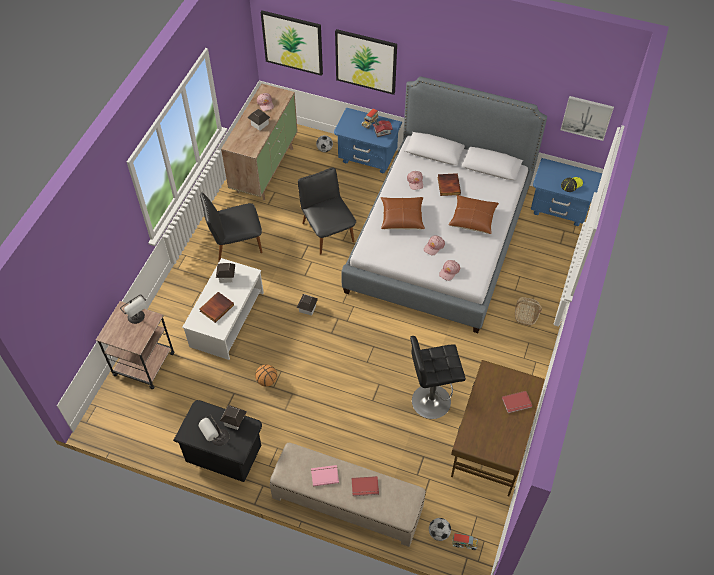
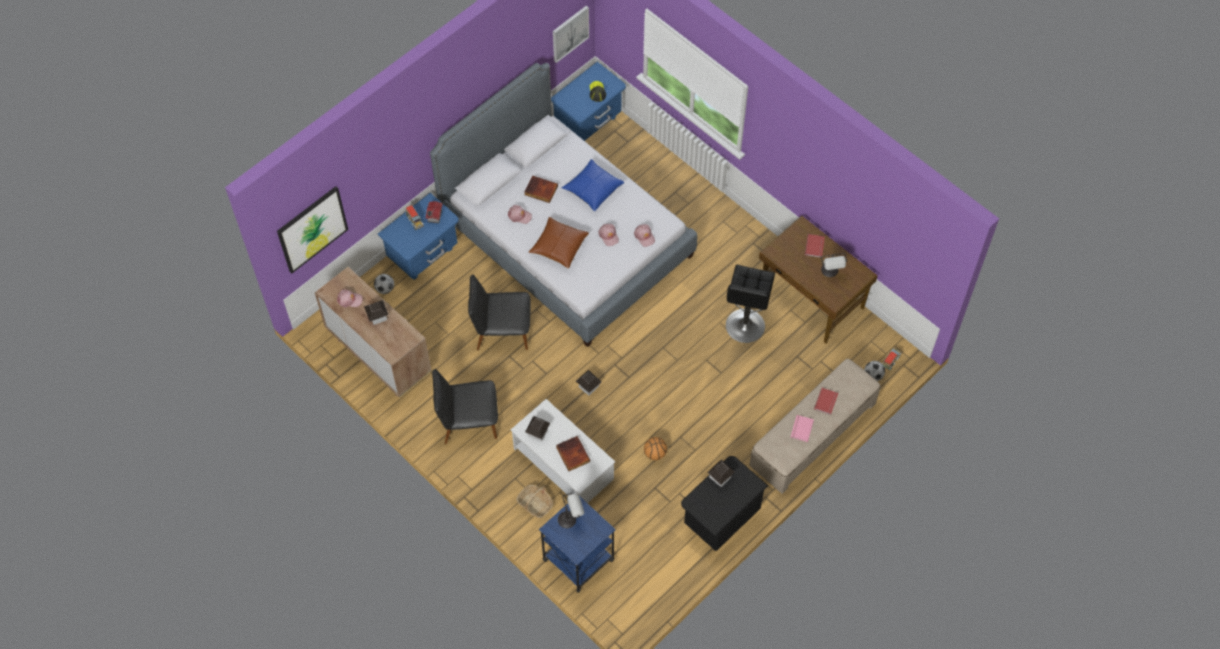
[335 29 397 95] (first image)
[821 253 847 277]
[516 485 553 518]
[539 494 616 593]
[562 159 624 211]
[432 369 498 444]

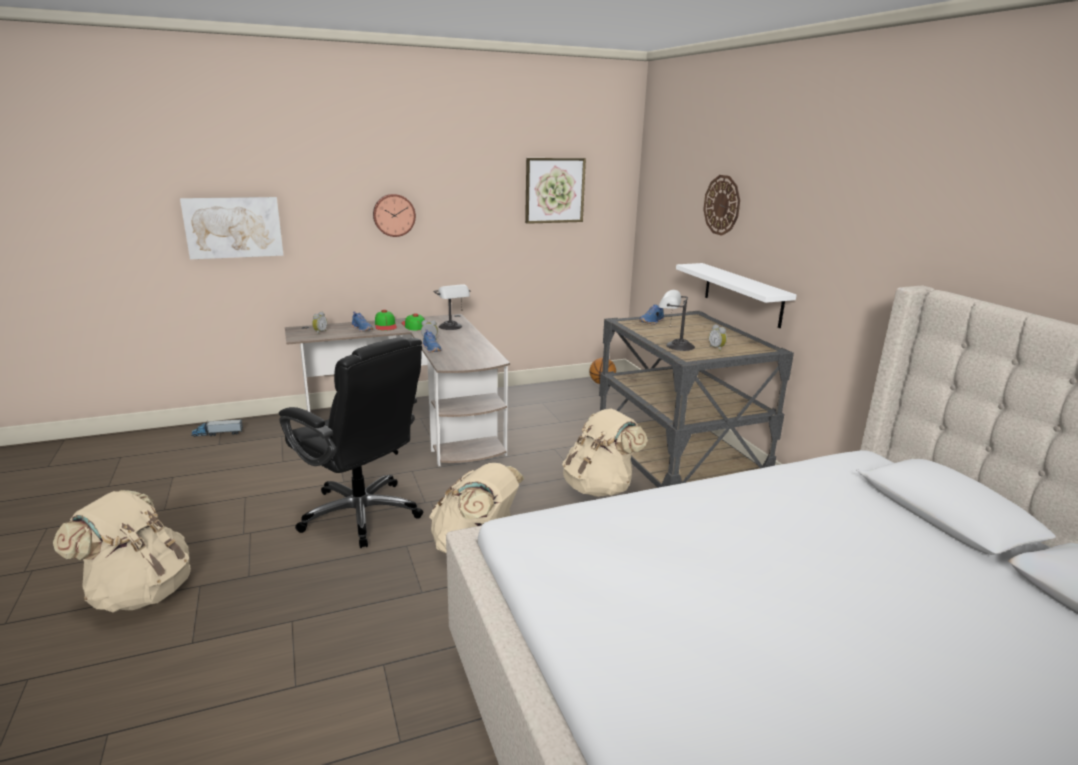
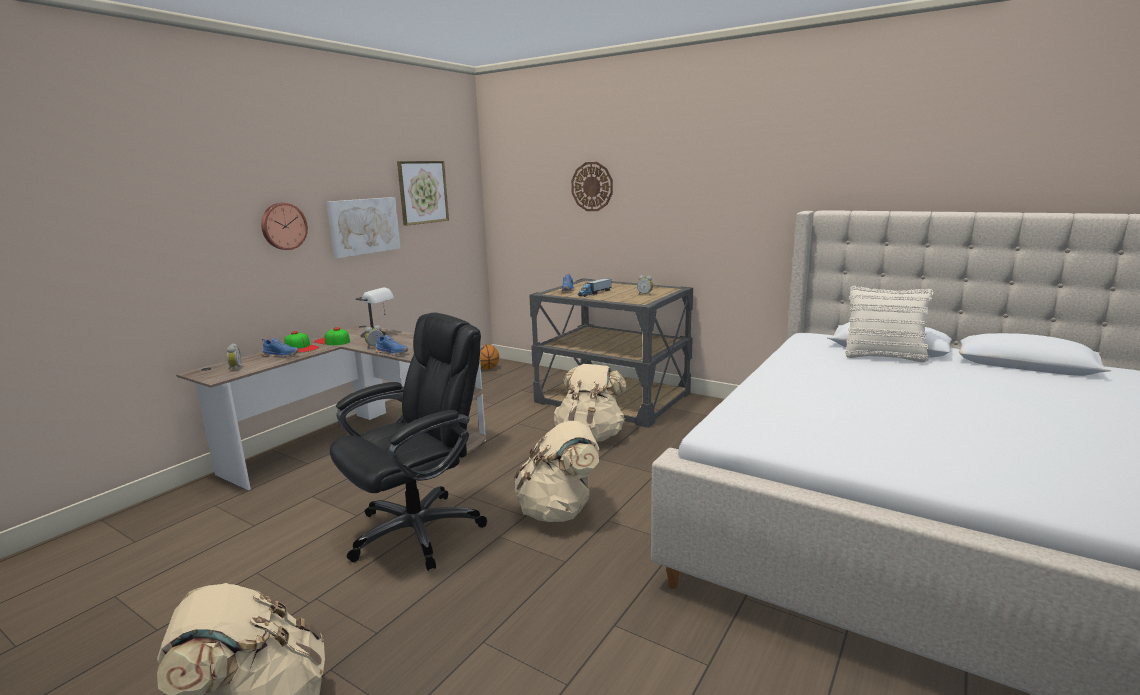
[658 290 695 351] (first image)
[676 263 797 328] (first image)
[846 286 933 362]
[326 197 401 258]
[578 278 611 297]
[330 312 487 571]

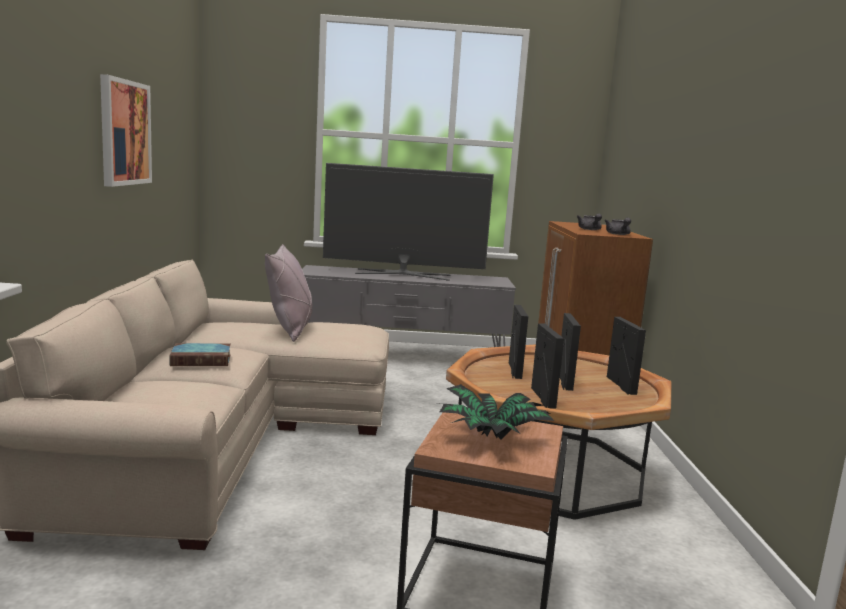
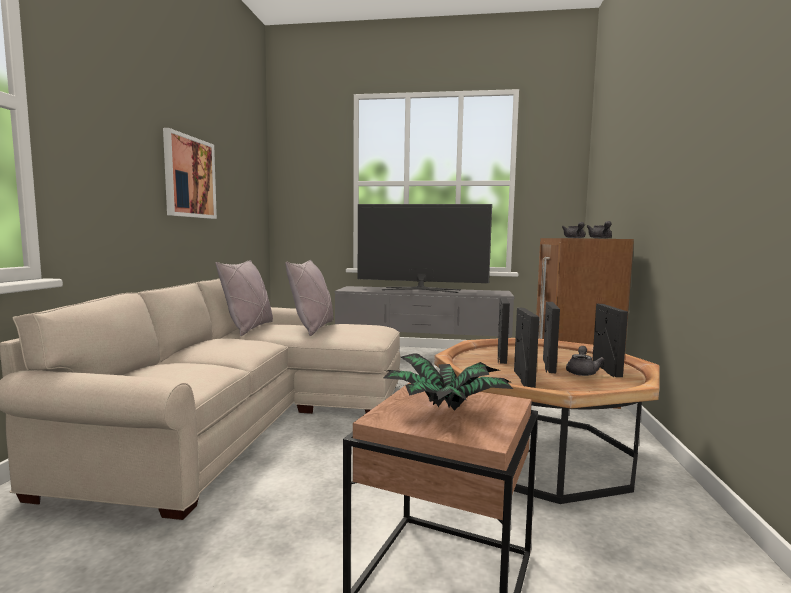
[169 343 231 366] (first image)
[216 260 273 336]
[566 346 604 376]

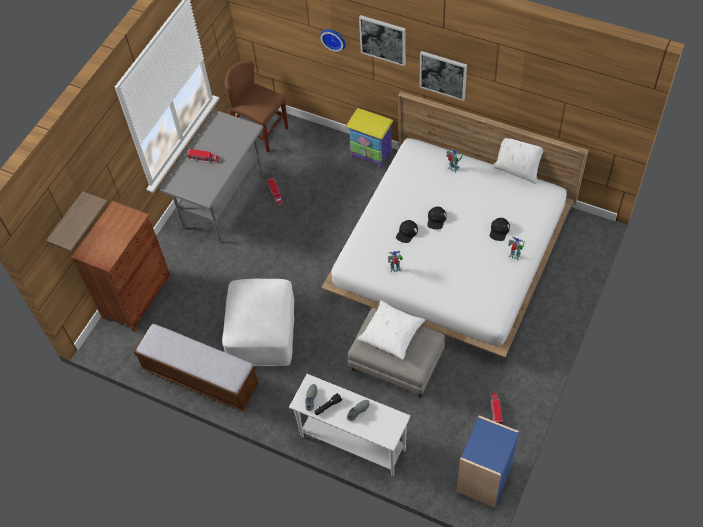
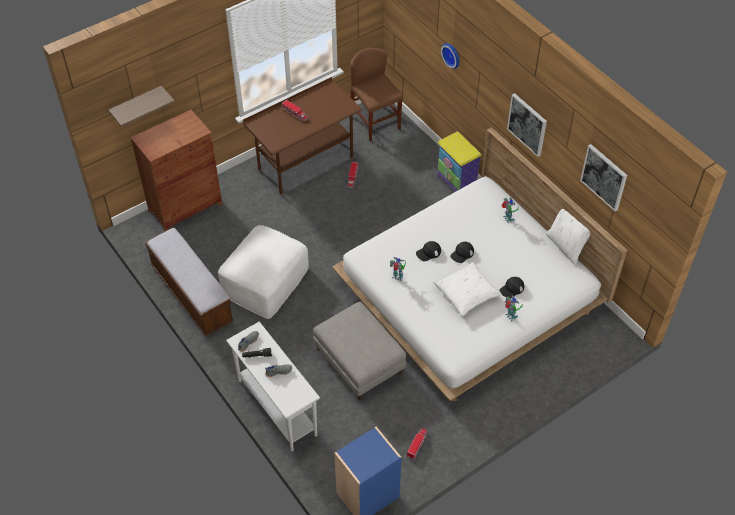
[433 262 502 316]
[580 144 627 211]
[243 77 362 195]

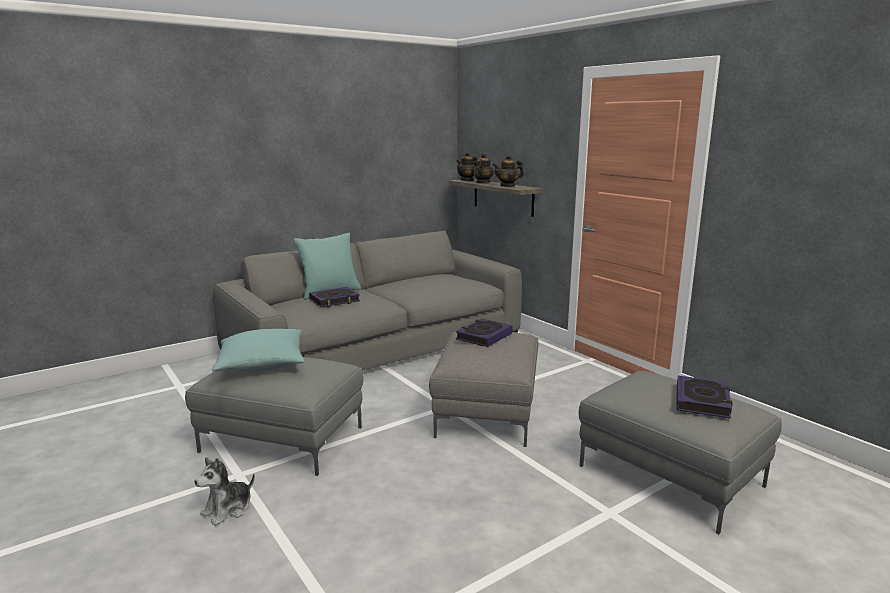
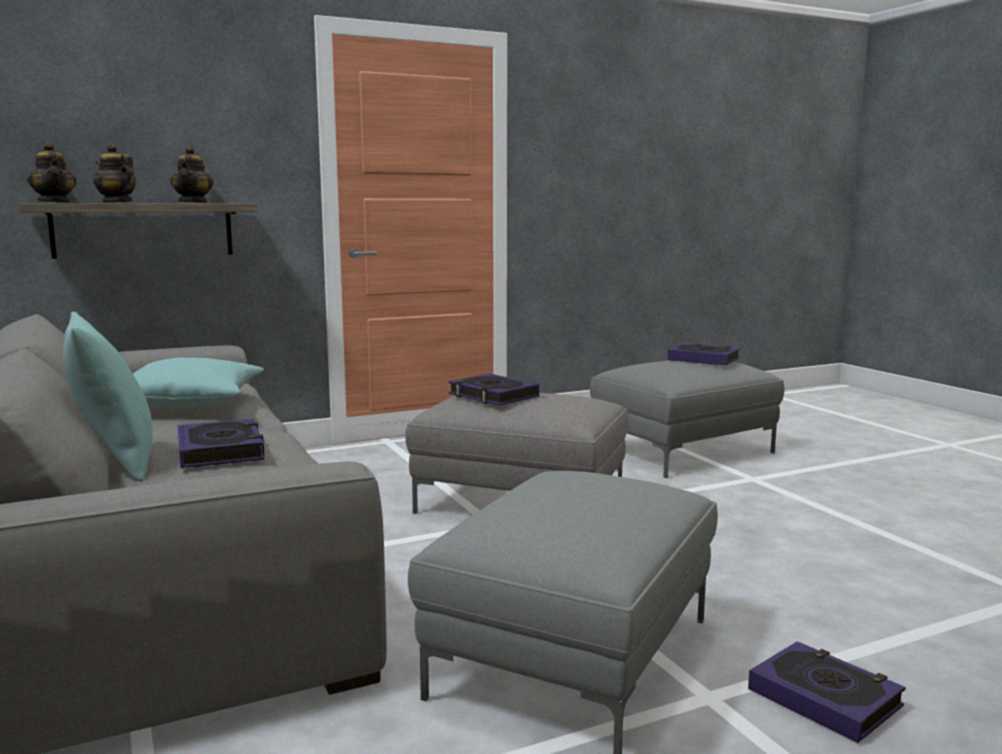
[133 358 264 408]
[748 641 906 743]

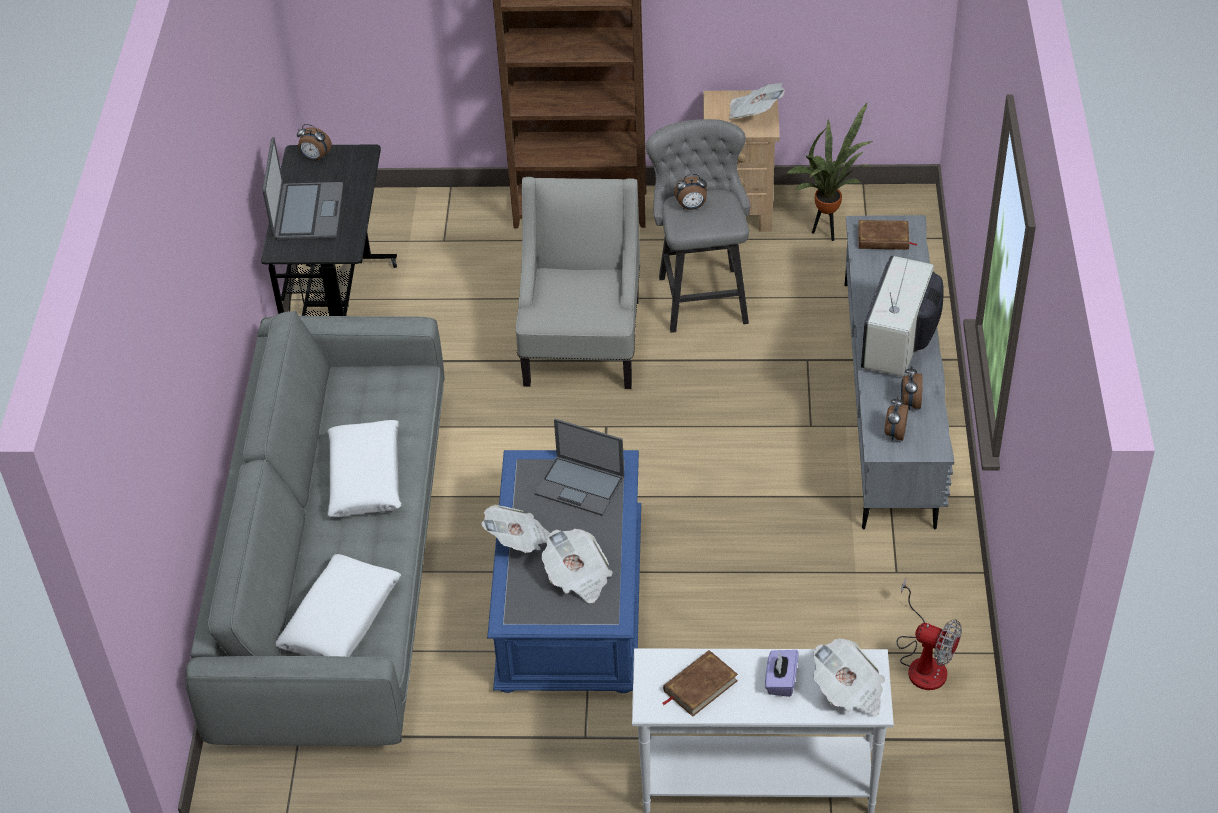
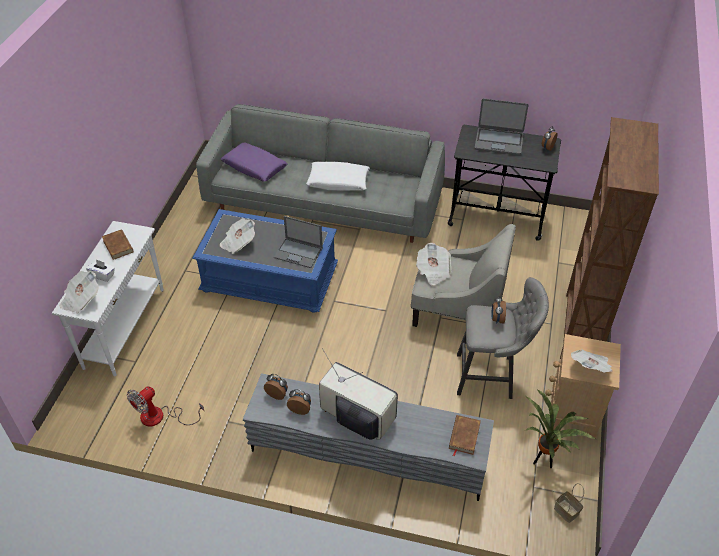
[554 483 584 523]
[416 243 451 286]
[221 142 288 182]
[86 259 115 282]
[274 216 323 268]

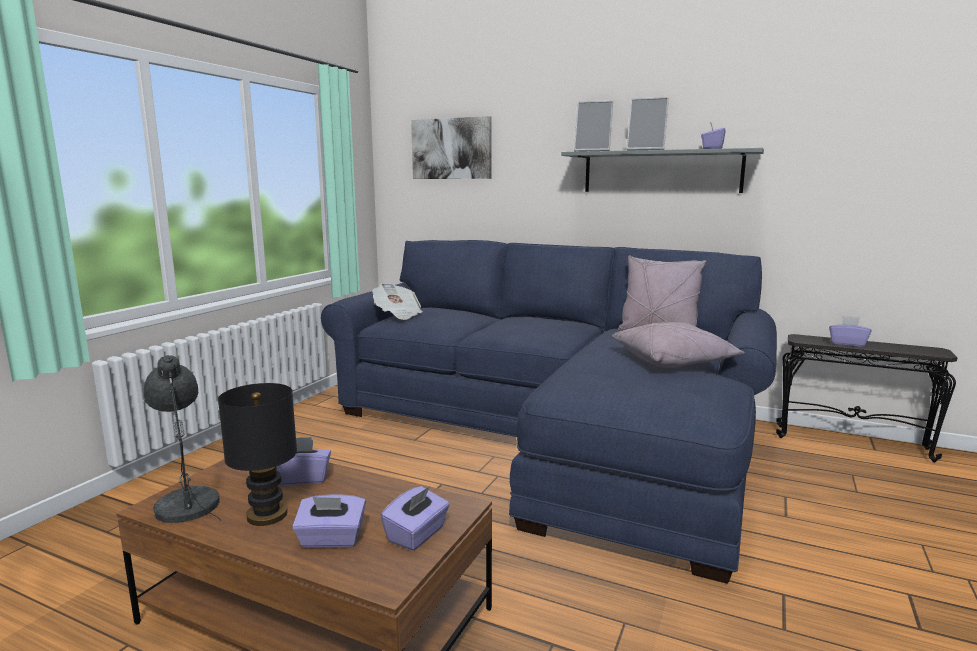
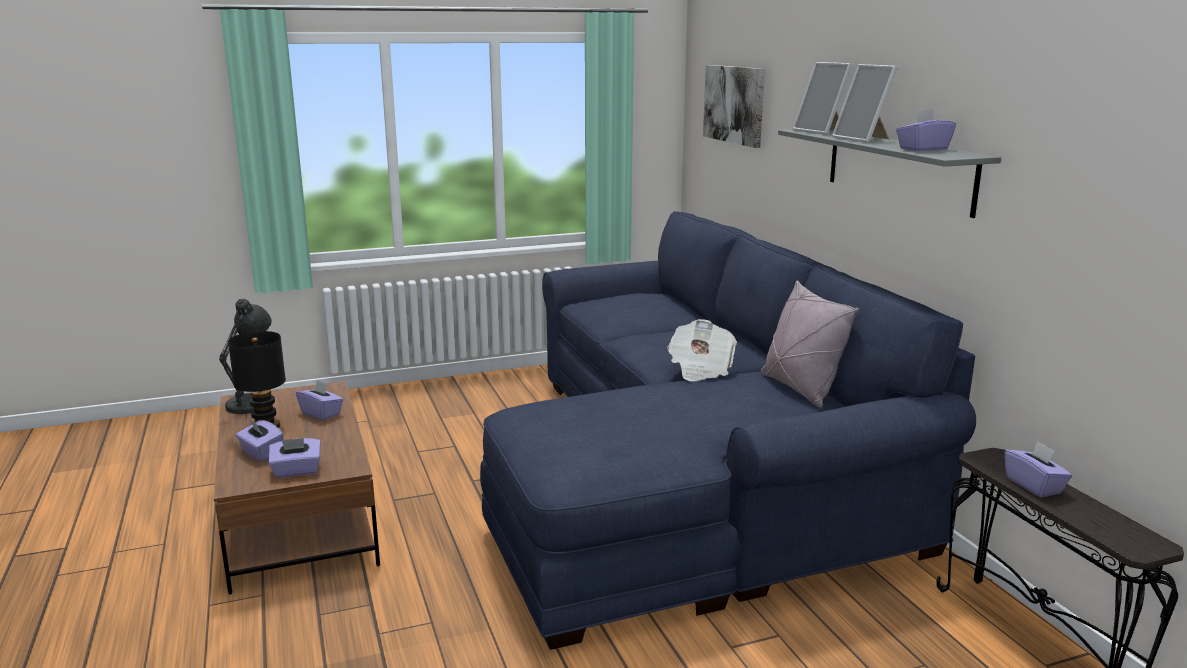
[612 322 745 368] (first image)
[667 319 737 381]

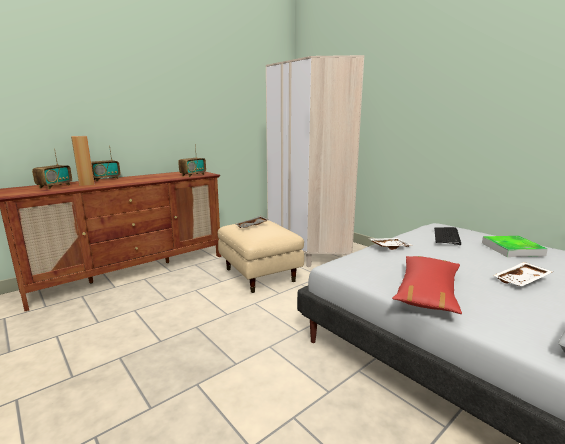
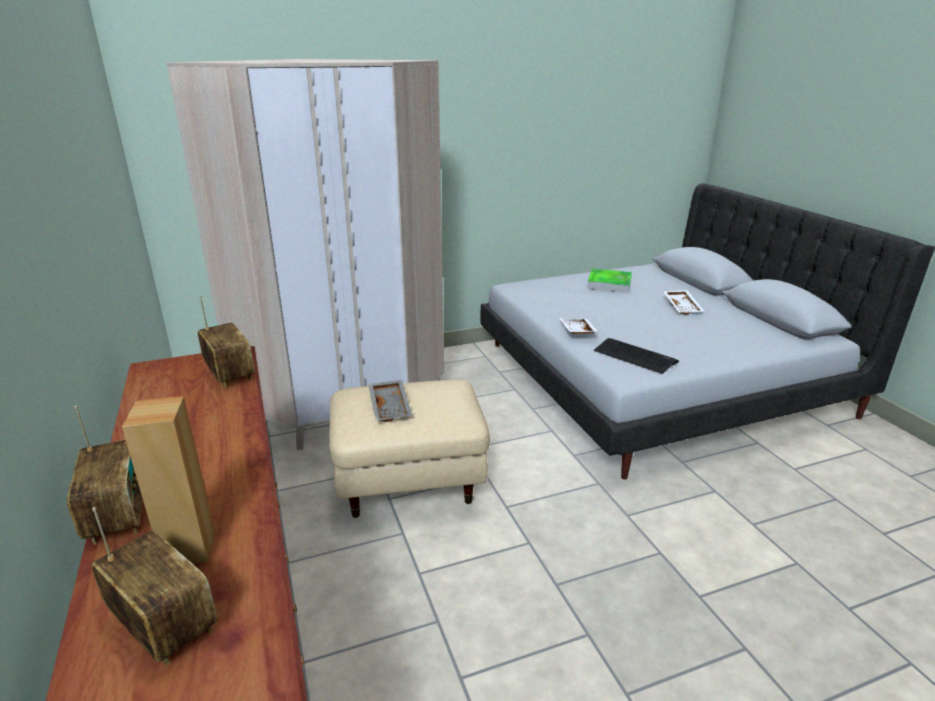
[392 256 462 314] (first image)
[594 338 679 374]

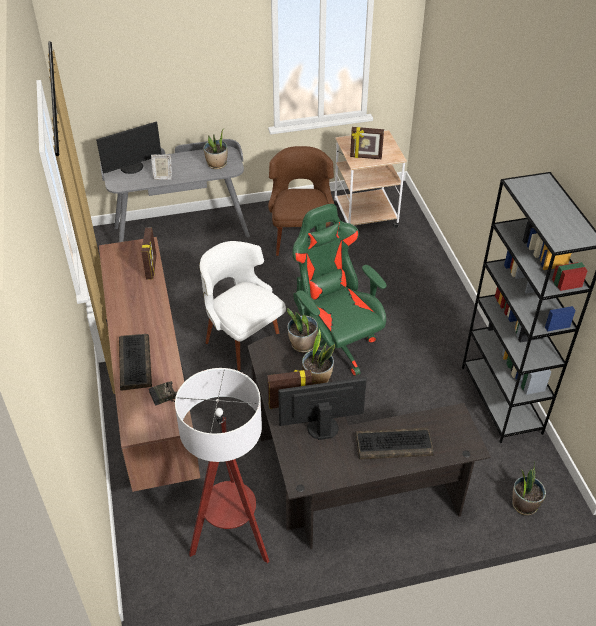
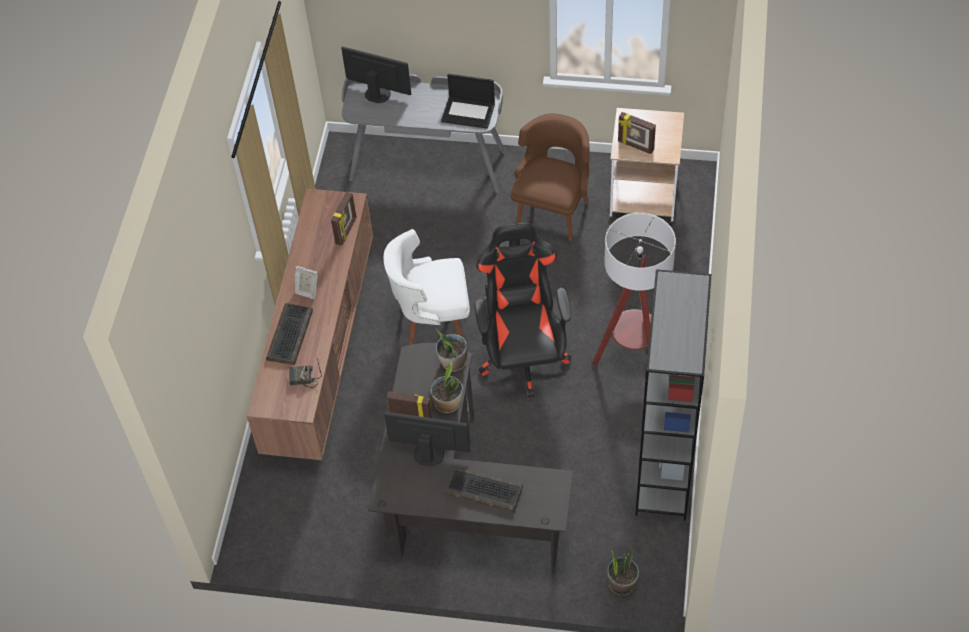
[294 266 318 299]
[592 213 676 365]
[441 73 495 129]
[475 222 571 397]
[341 47 411 103]
[383 229 470 345]

